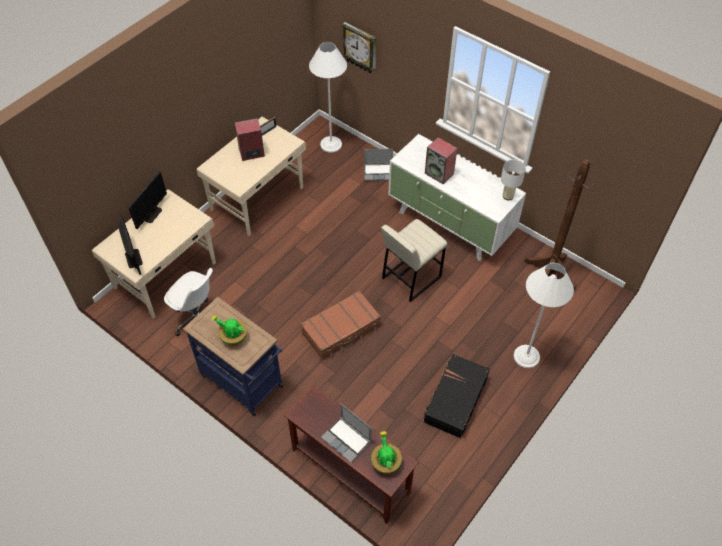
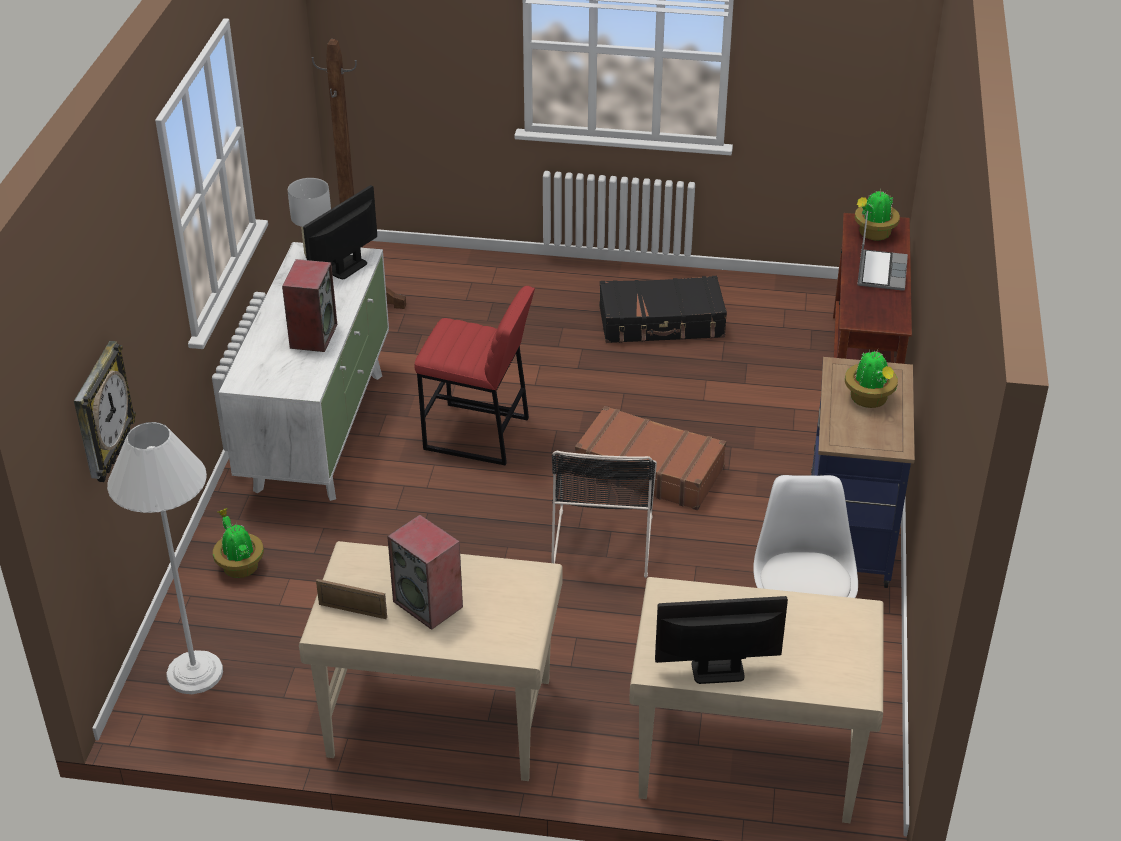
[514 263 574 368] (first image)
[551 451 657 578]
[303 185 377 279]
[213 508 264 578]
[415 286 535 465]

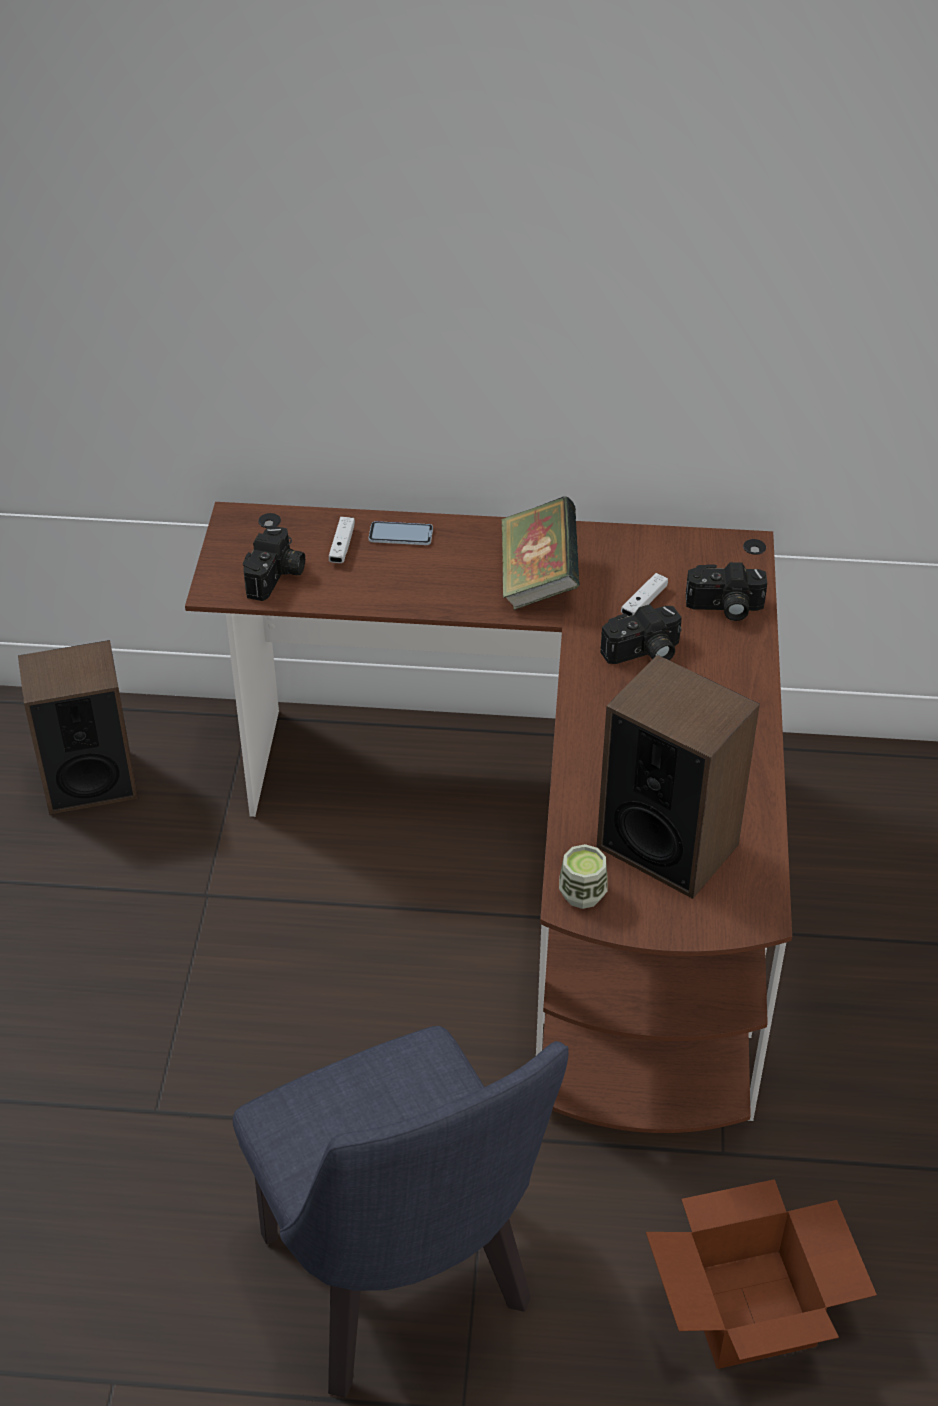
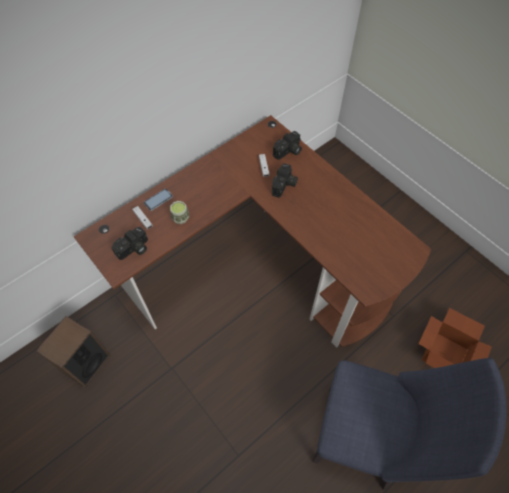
[501 496 580 610] (first image)
[597 655 760 899] (first image)
[170 201 189 224]
[111 227 148 260]

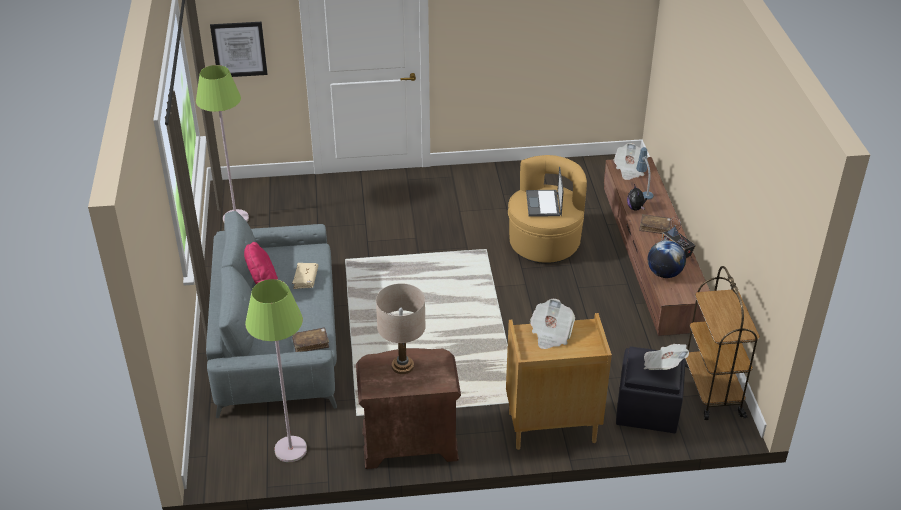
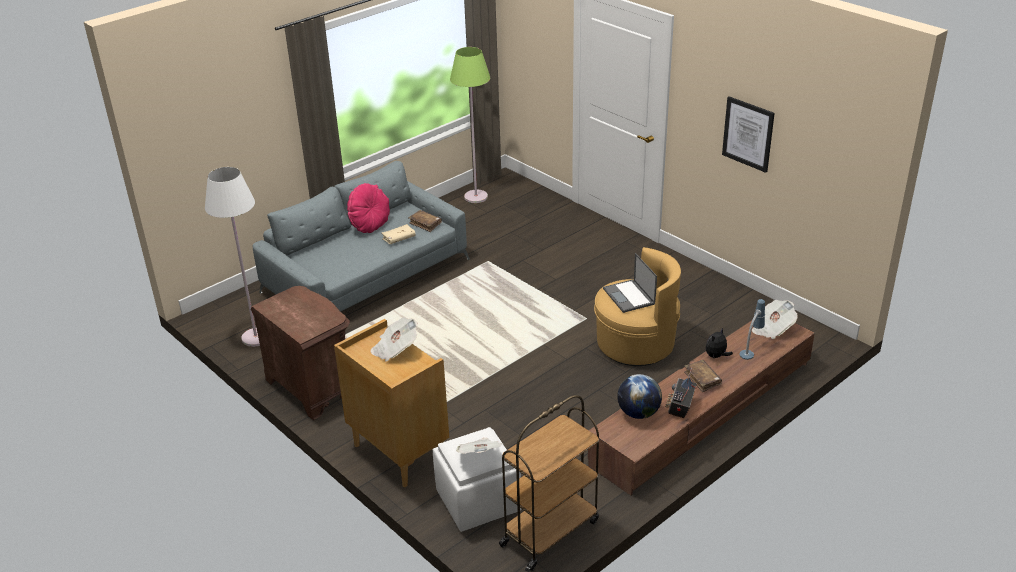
[376 283 426 374] (first image)
[722 96 775 173]
[408 210 442 232]
[205 167 260 347]
[433 427 521 532]
[603 253 657 313]

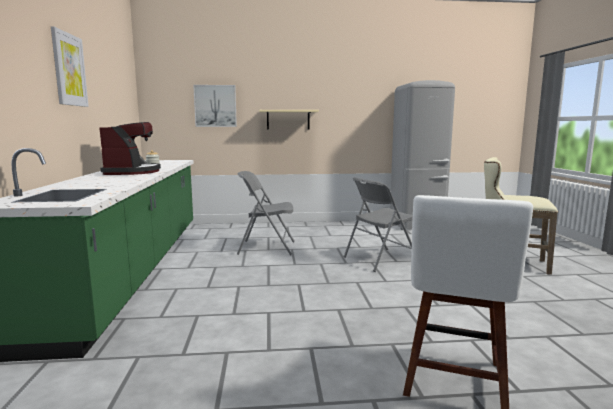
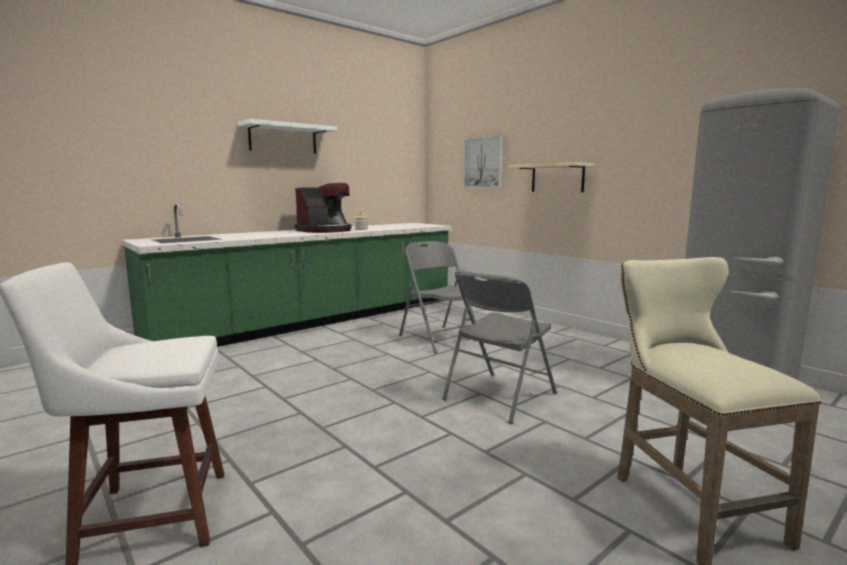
[237 119 337 154]
[442 270 557 425]

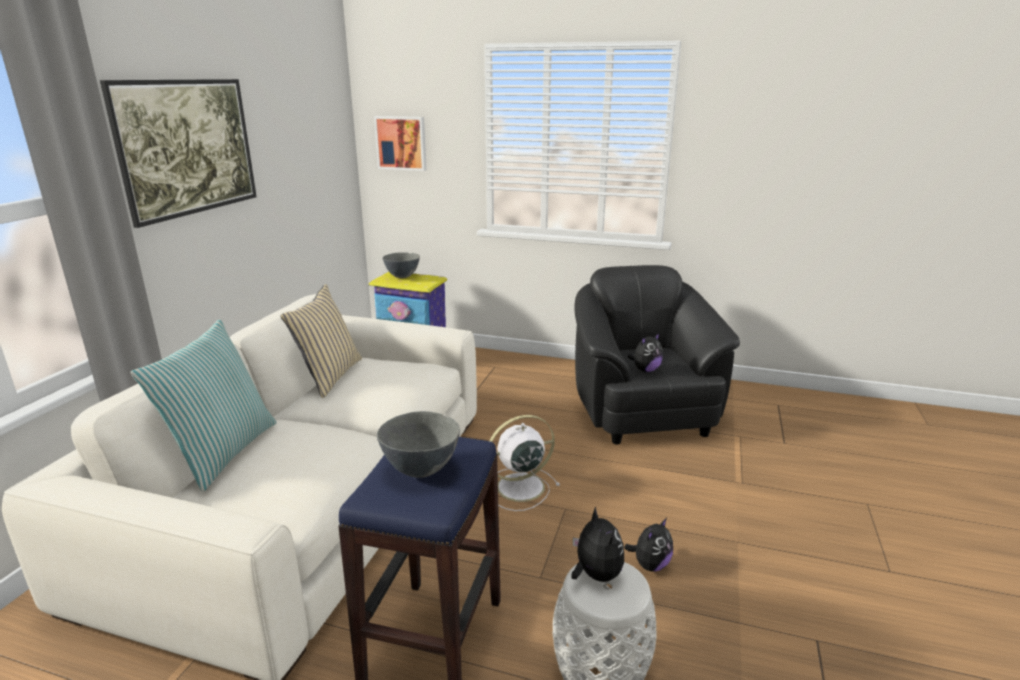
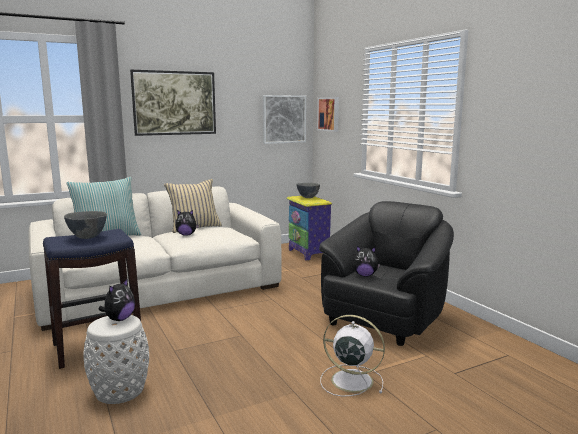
[263 95 306 144]
[320 315 385 396]
[176 210 199 236]

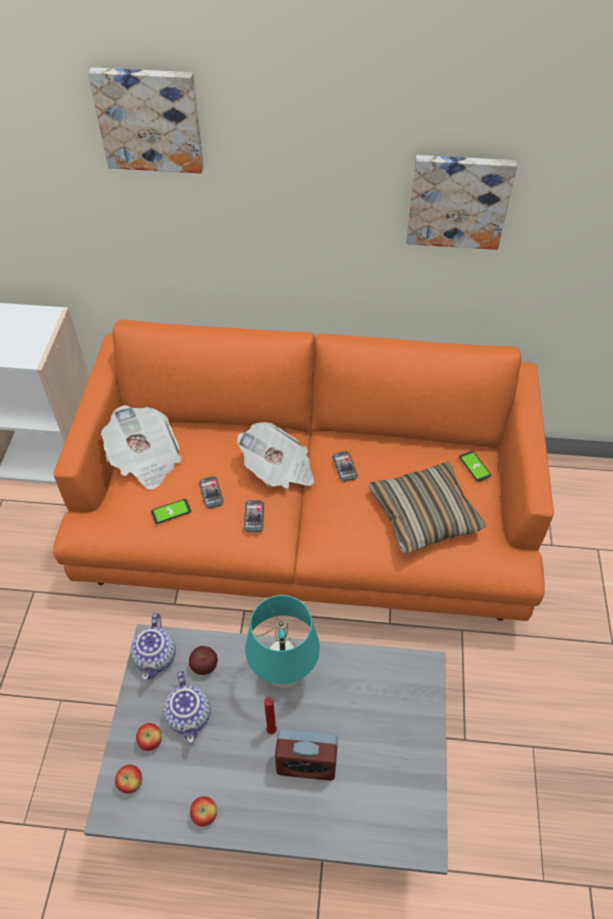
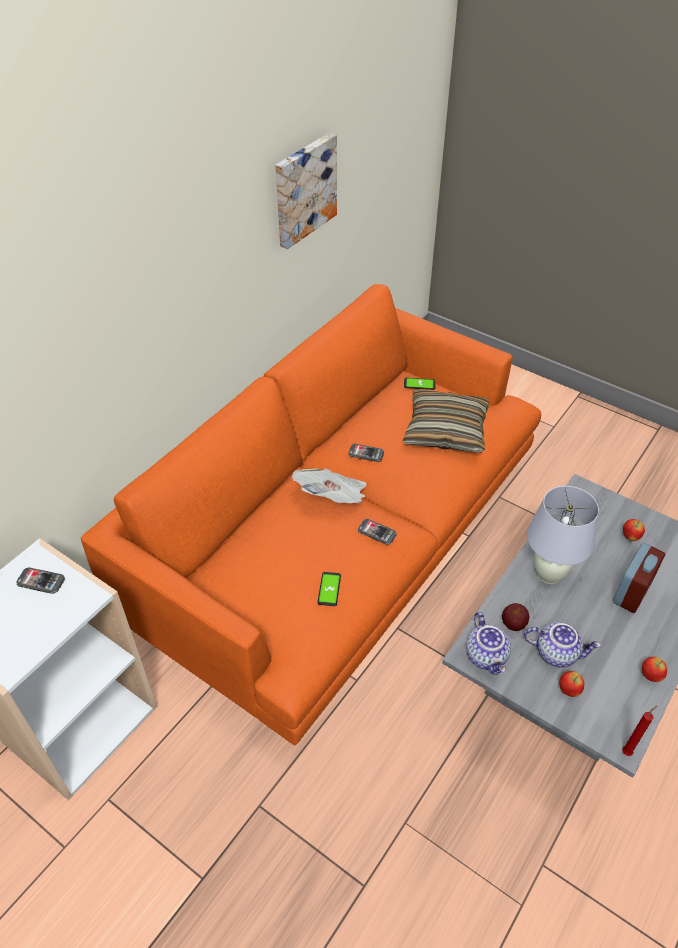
[88 68 204 173] (first image)
[101 405 182 489] (first image)
[623 519 645 541]
[16 567 65 594]
[622 706 657 756]
[527 486 599 584]
[466 612 511 675]

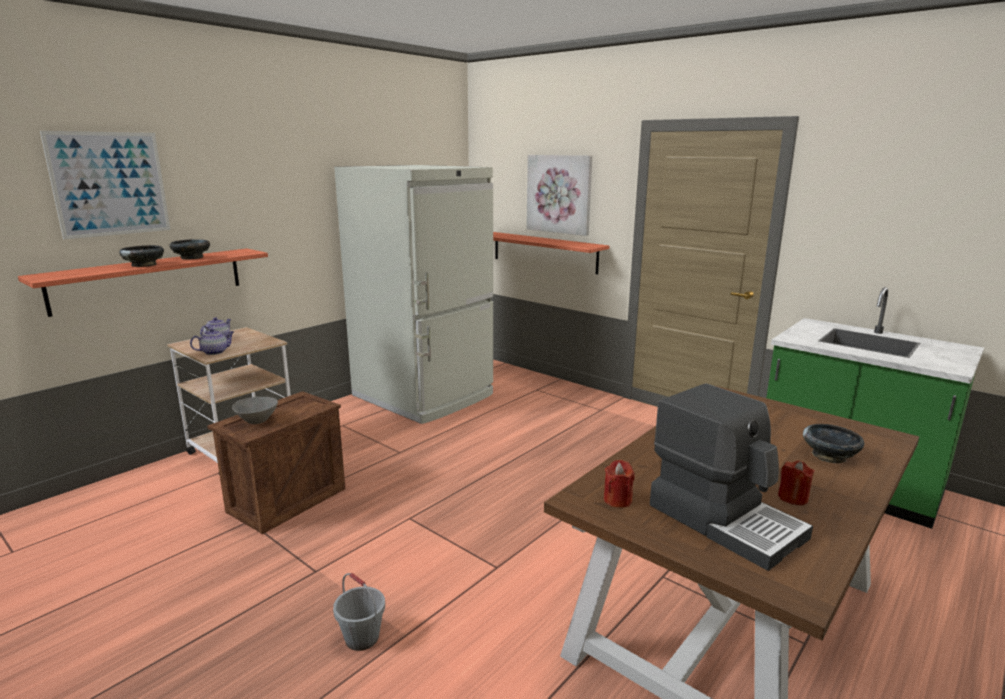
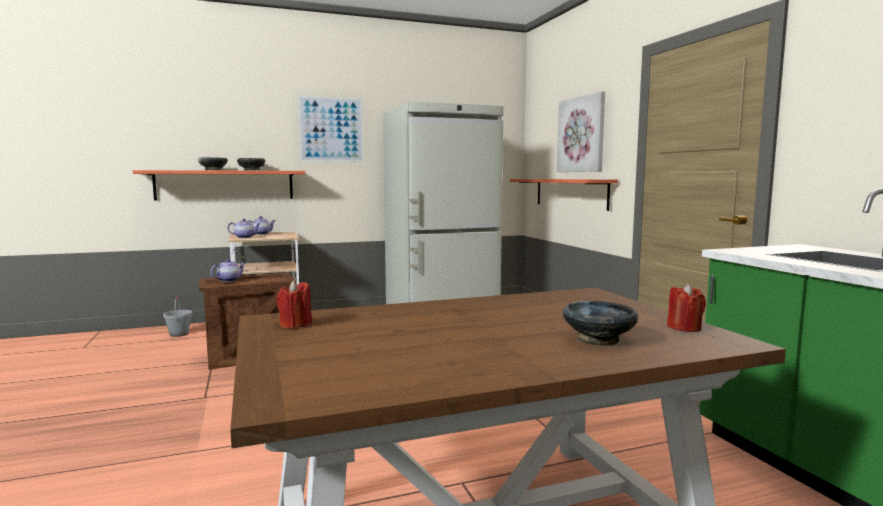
[650 384 813 571] (first image)
[298 96 364 162]
[163 296 192 337]
[667 284 706 332]
[211 259 245 282]

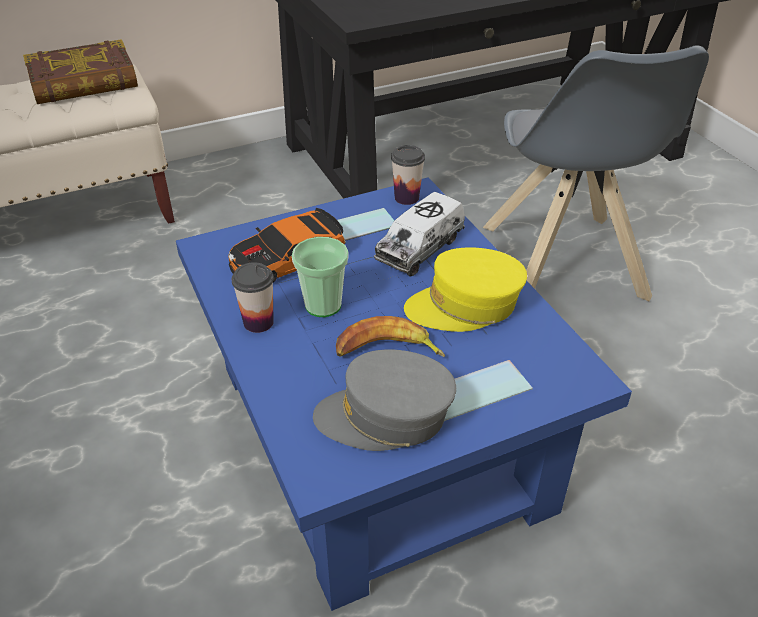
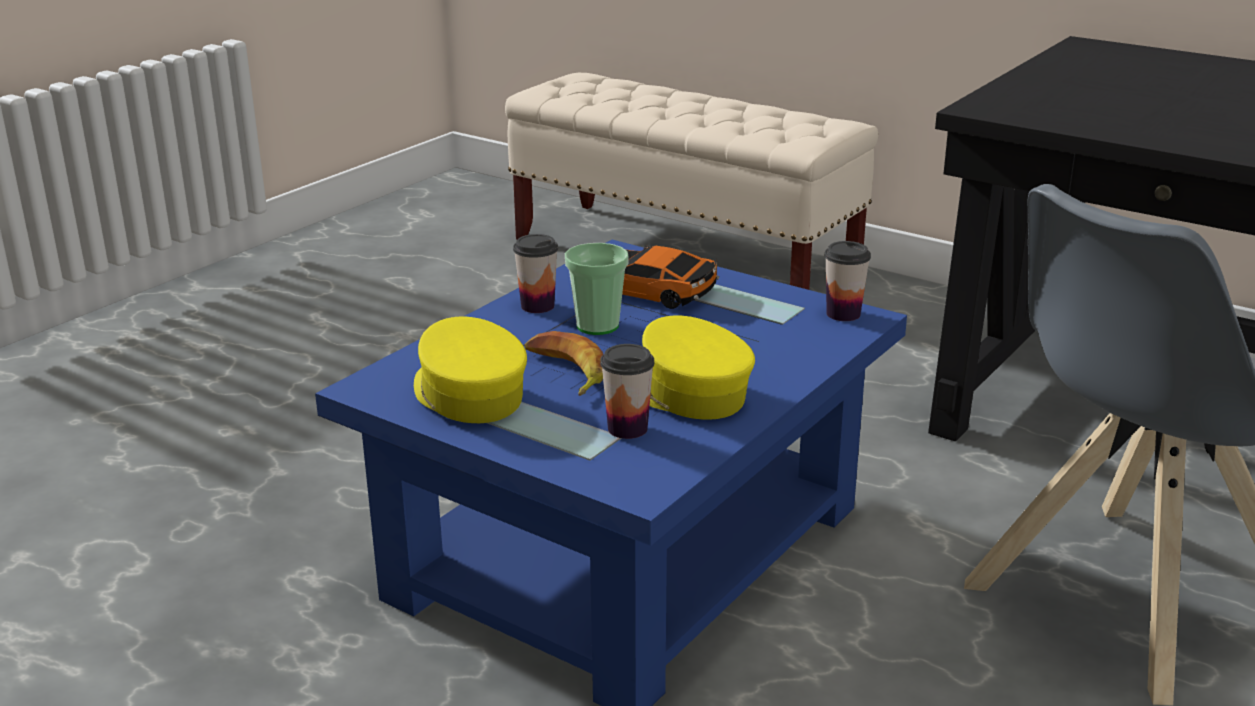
[23 39 138 104] (first image)
[374 192 465 276] (first image)
[600 344 654 439]
[414 317 527 423]

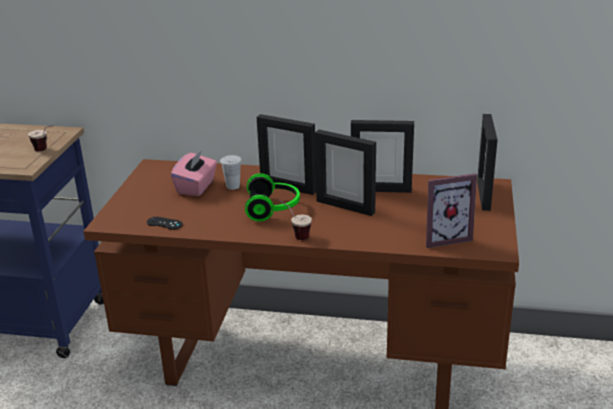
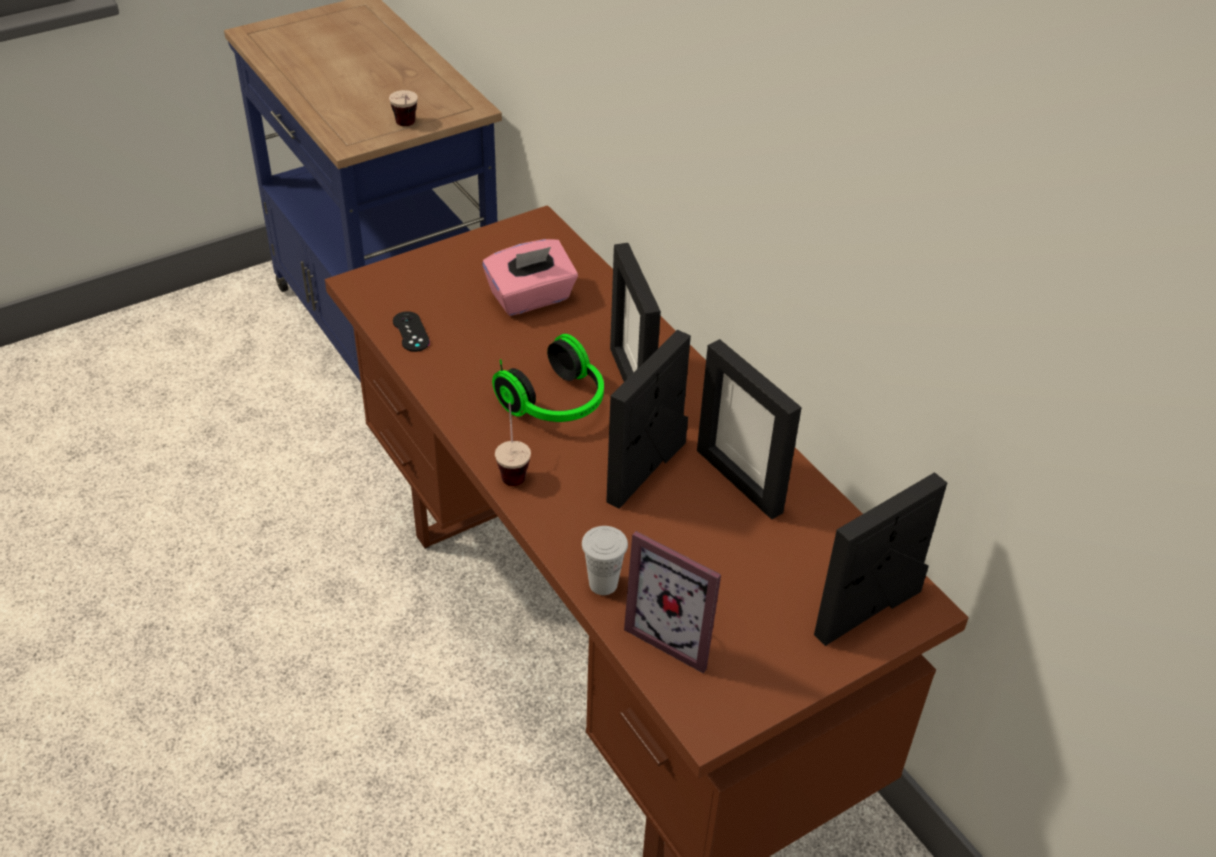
[582 526 628 595]
[606 330 691 509]

